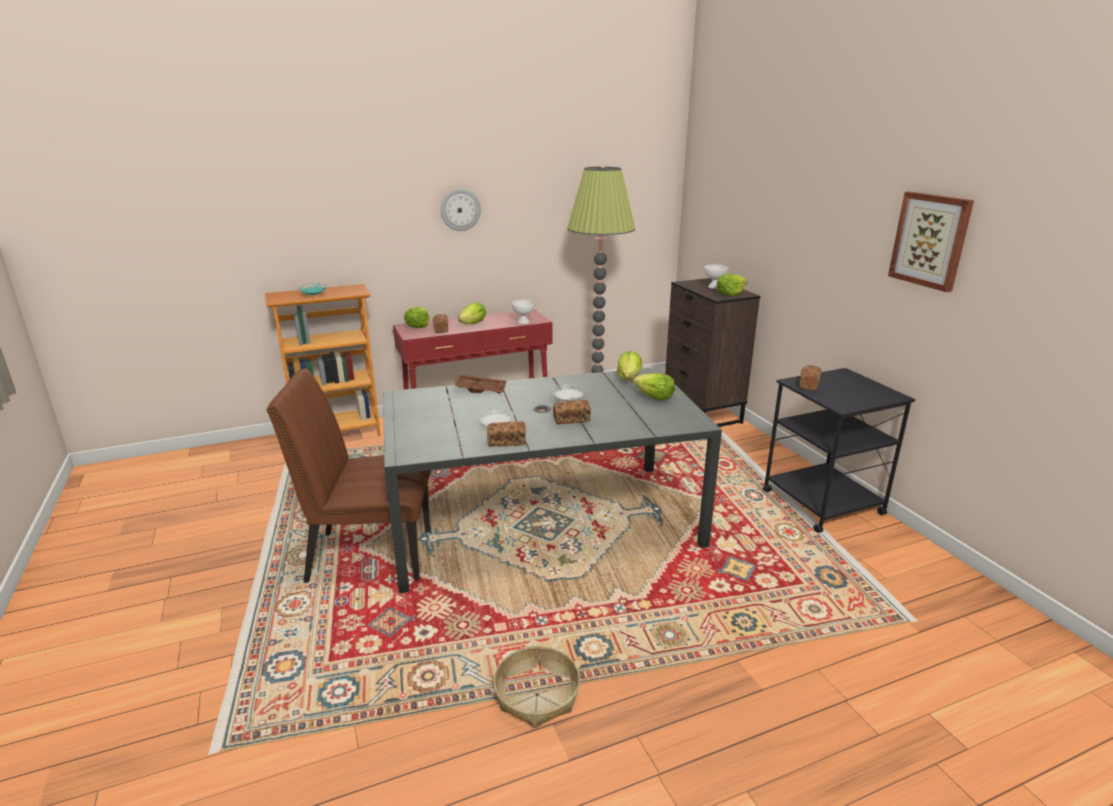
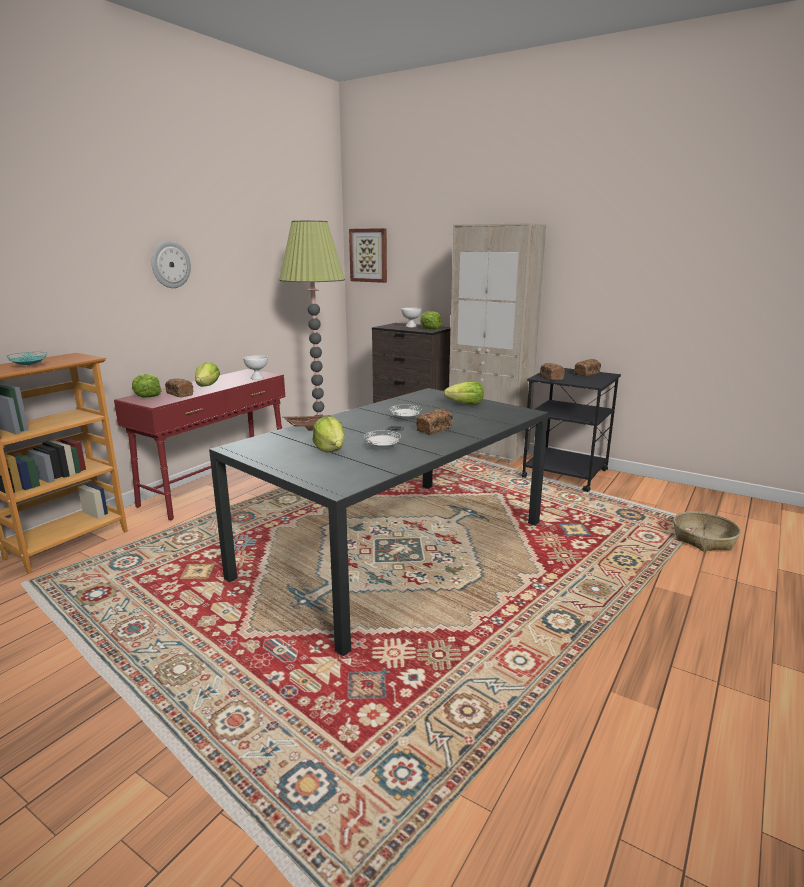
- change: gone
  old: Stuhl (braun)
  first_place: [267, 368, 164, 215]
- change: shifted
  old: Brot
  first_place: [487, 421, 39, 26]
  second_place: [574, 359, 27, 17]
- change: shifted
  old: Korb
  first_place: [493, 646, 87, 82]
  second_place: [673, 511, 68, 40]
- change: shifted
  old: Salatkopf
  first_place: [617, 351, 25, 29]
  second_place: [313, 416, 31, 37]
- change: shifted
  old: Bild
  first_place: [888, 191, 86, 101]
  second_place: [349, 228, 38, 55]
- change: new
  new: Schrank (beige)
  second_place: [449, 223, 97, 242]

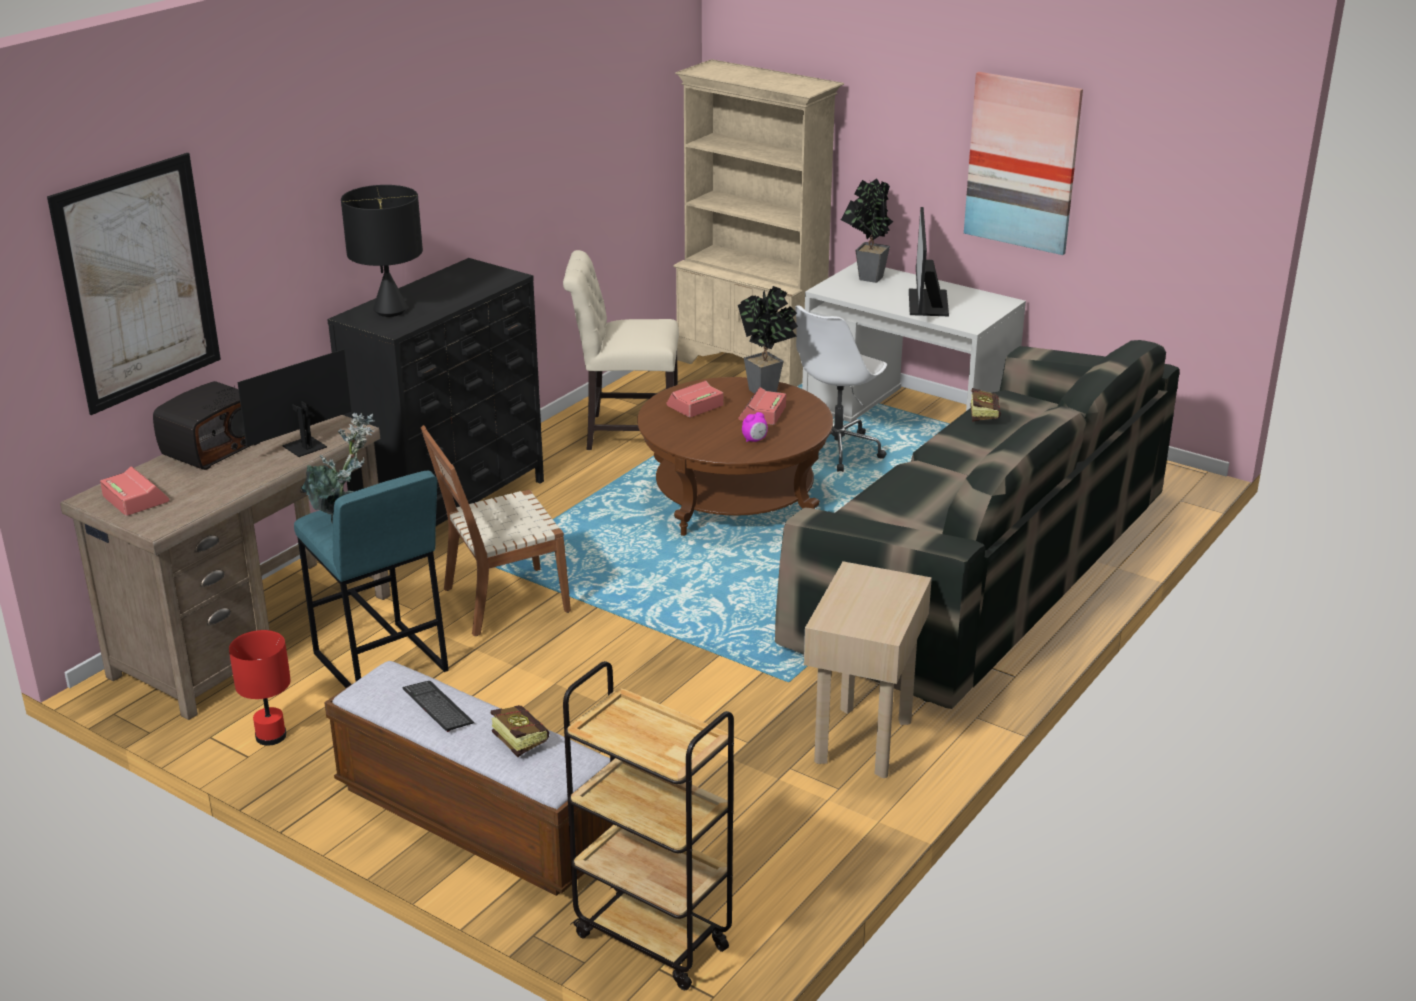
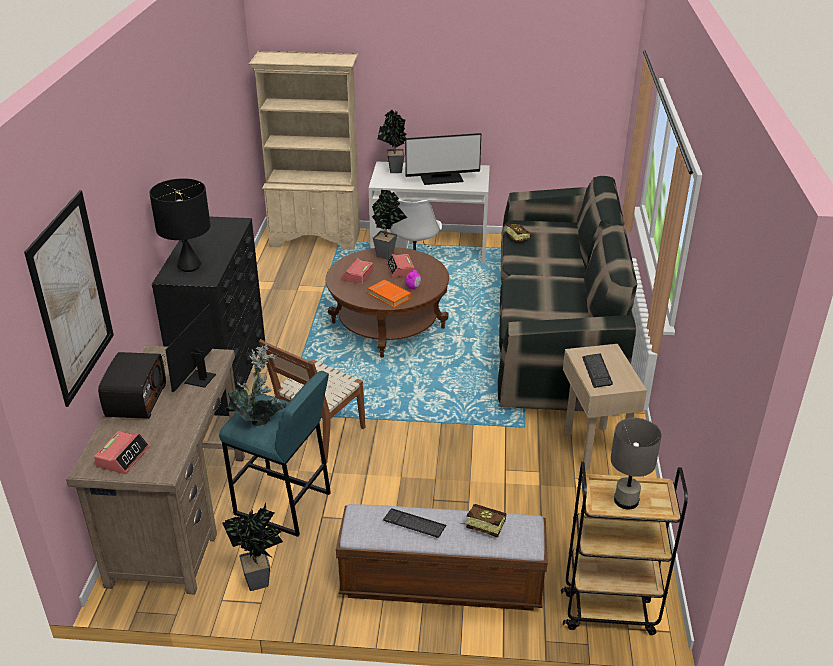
- change: rotated
  old: Wecker
  first_place: [100, 466, 70, 50]
  second_place: [94, 431, 56, 43]
  degrees: 90
- change: swapped
  old: Tischlampe (rot)
  new: Topfpflanze
  first_place: [229, 630, 61, 116]
  second_place: [222, 502, 61, 89]
- change: gone
  old: Stuhl (beige)
  first_place: [563, 250, 116, 200]
- change: rotated
  old: Monitor
  first_place: [909, 207, 40, 109]
  second_place: [405, 133, 76, 52]
  degrees: -75
- change: gone
  old: Bild
  first_place: [964, 72, 119, 183]
- change: new
  new: Buch (orange)
  second_place: [368, 280, 43, 28]
- change: new
  new: Tastatur
  second_place: [582, 353, 31, 35]
- change: new
  new: Tischlampe (grau)
  second_place: [611, 418, 50, 91]

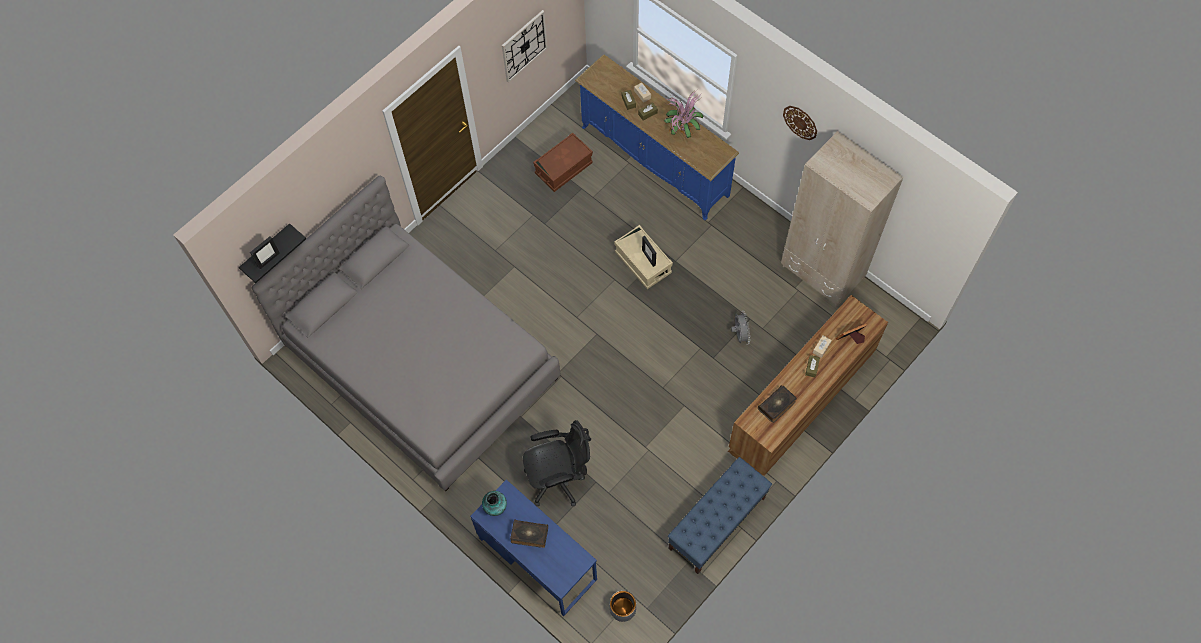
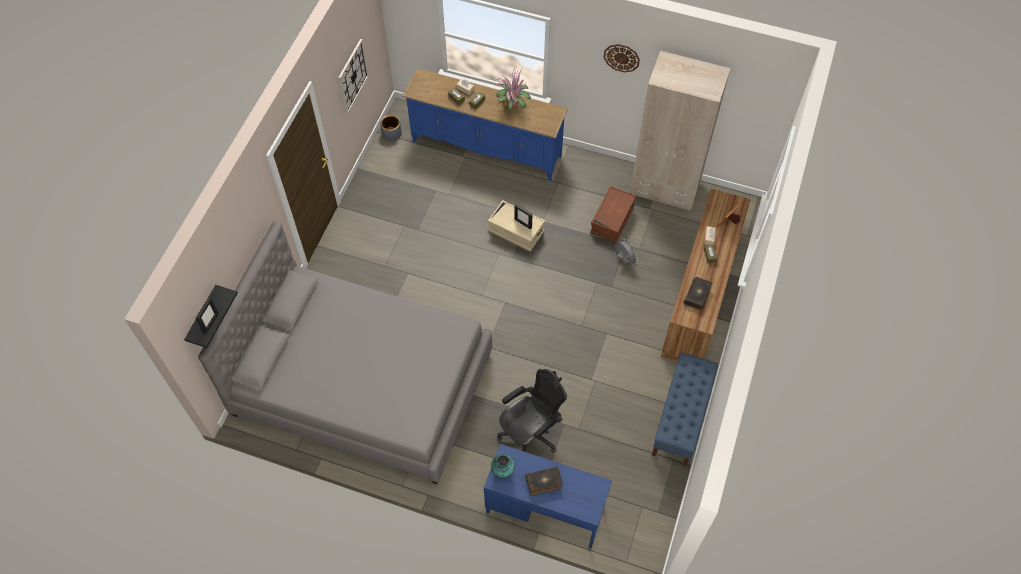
- change: shifted
  old: Aufbewahrungsbox (braun)
  first_place: [533, 132, 60, 60]
  second_place: [590, 186, 46, 57]
- change: shifted
  old: Pflanzkübel (grau)
  first_place: [610, 591, 26, 31]
  second_place: [380, 115, 22, 26]

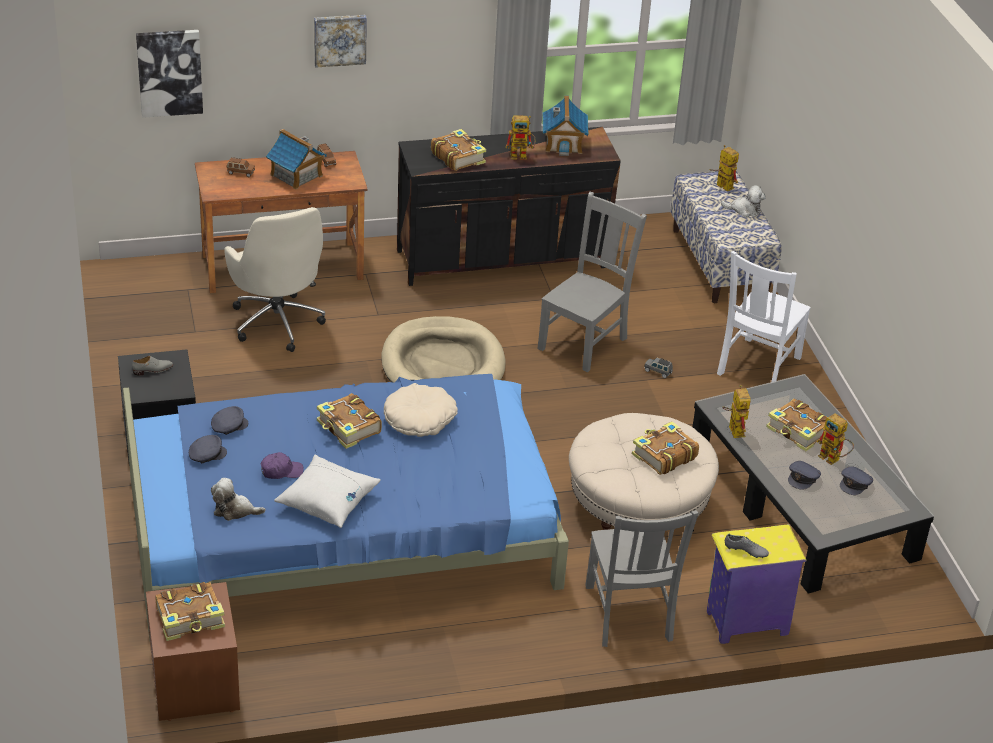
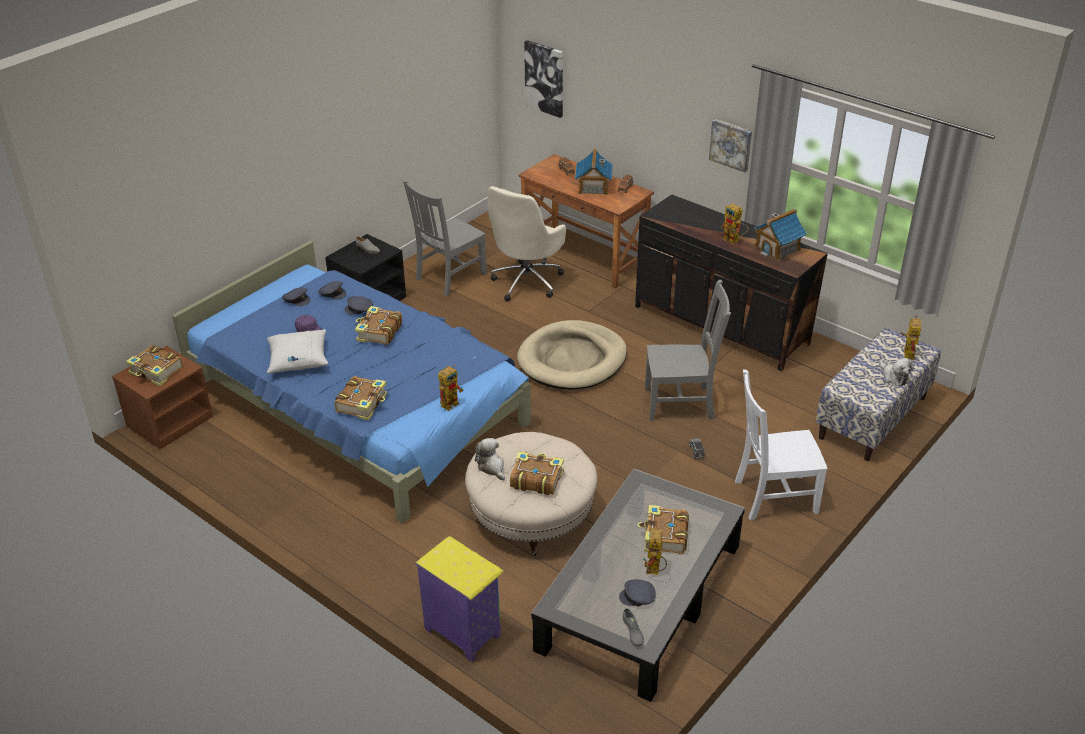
- change: shifted
  old: Plüschtier
  first_place: [211, 478, 55, 43]
  second_place: [475, 438, 30, 43]
- change: shifted
  old: Bild
  first_place: [314, 15, 53, 52]
  second_place: [709, 119, 43, 53]
- change: gone
  old: Kissen (beige)
  first_place: [384, 383, 74, 54]
- change: shifted
  old: Buch
  first_place: [431, 129, 55, 42]
  second_place: [335, 376, 52, 44]
- change: shifted
  old: Stuhl (grau)
  first_place: [585, 510, 114, 137]
  second_place: [403, 180, 84, 116]
- change: shifted
  old: Spielzeugroboter
  first_place: [722, 385, 29, 53]
  second_place: [438, 365, 26, 46]
- change: shifted
  old: Schuh (grau)
  first_place: [725, 534, 44, 24]
  second_place: [623, 608, 21, 38]
- change: shifted
  old: Kappe (grau)
  first_place: [788, 461, 33, 29]
  second_place: [344, 296, 29, 18]

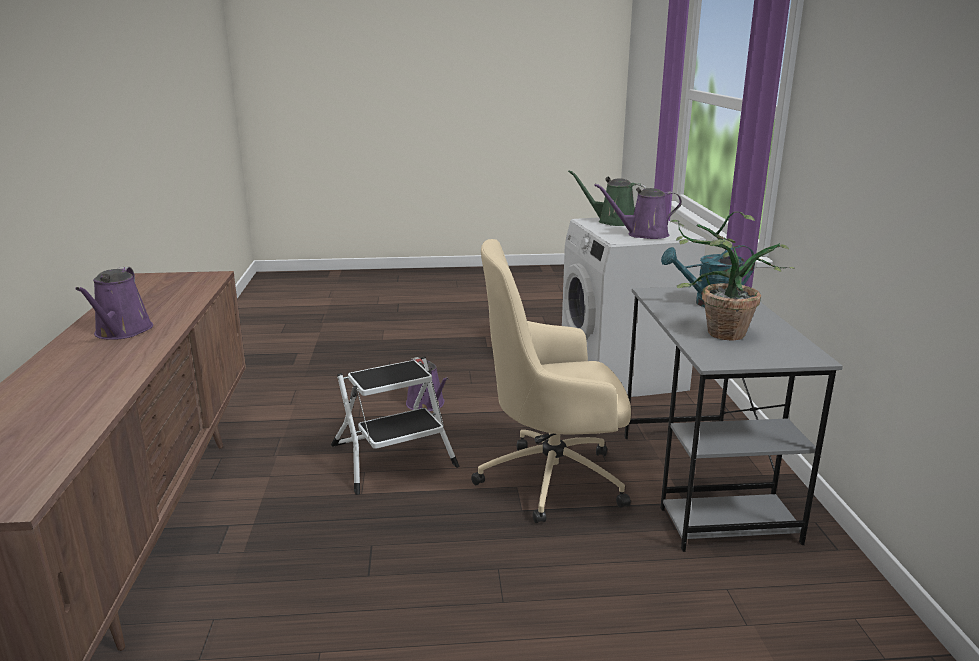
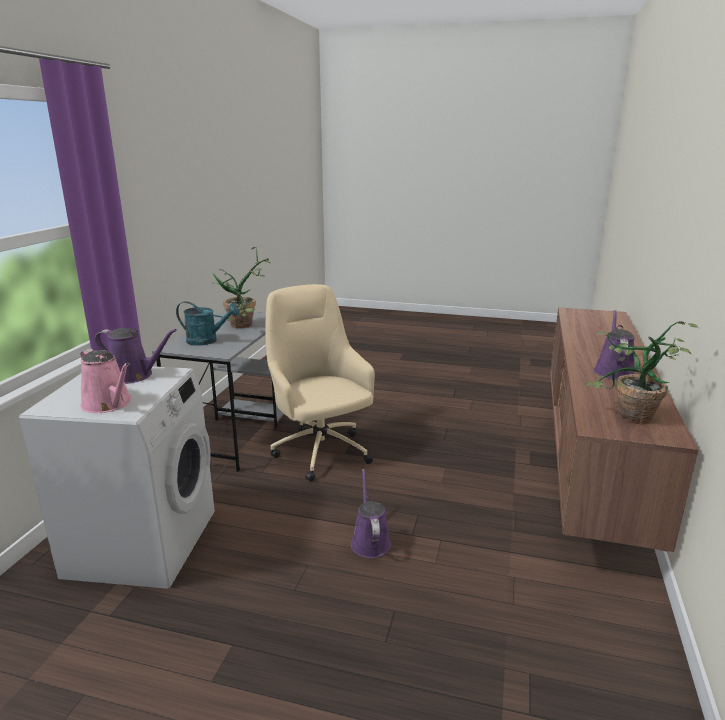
- change: gone
  old: Trittleiter
  first_place: [331, 357, 128, 138]
- change: rotated
  old: Bürostuhl (beige)
  first_place: [471, 239, 160, 284]
  second_place: [265, 284, 110, 198]
  degrees: -135
- change: repainted
  old: Gießkanne (grün)
  new: Gießkanne (rosa)
  first_place: [568, 170, 79, 56]
  second_place: [80, 348, 51, 65]
- change: new
  new: Topfpflanze
  second_place: [584, 321, 115, 103]

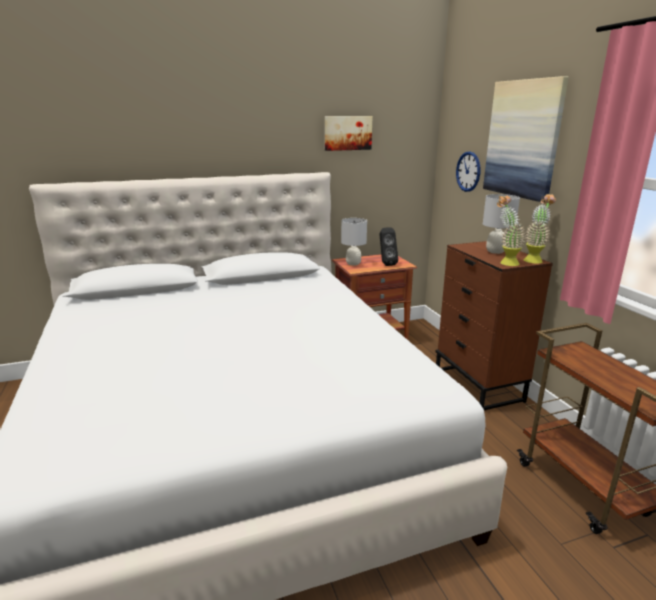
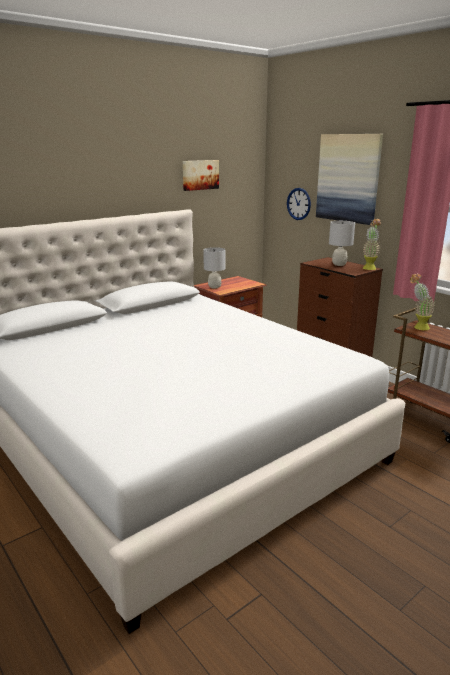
- change: gone
  old: Lautsprecher (schwarz)
  first_place: [380, 227, 18, 39]
- change: shifted
  old: Topfpflanze
  first_place: [497, 195, 28, 71]
  second_place: [410, 273, 24, 57]

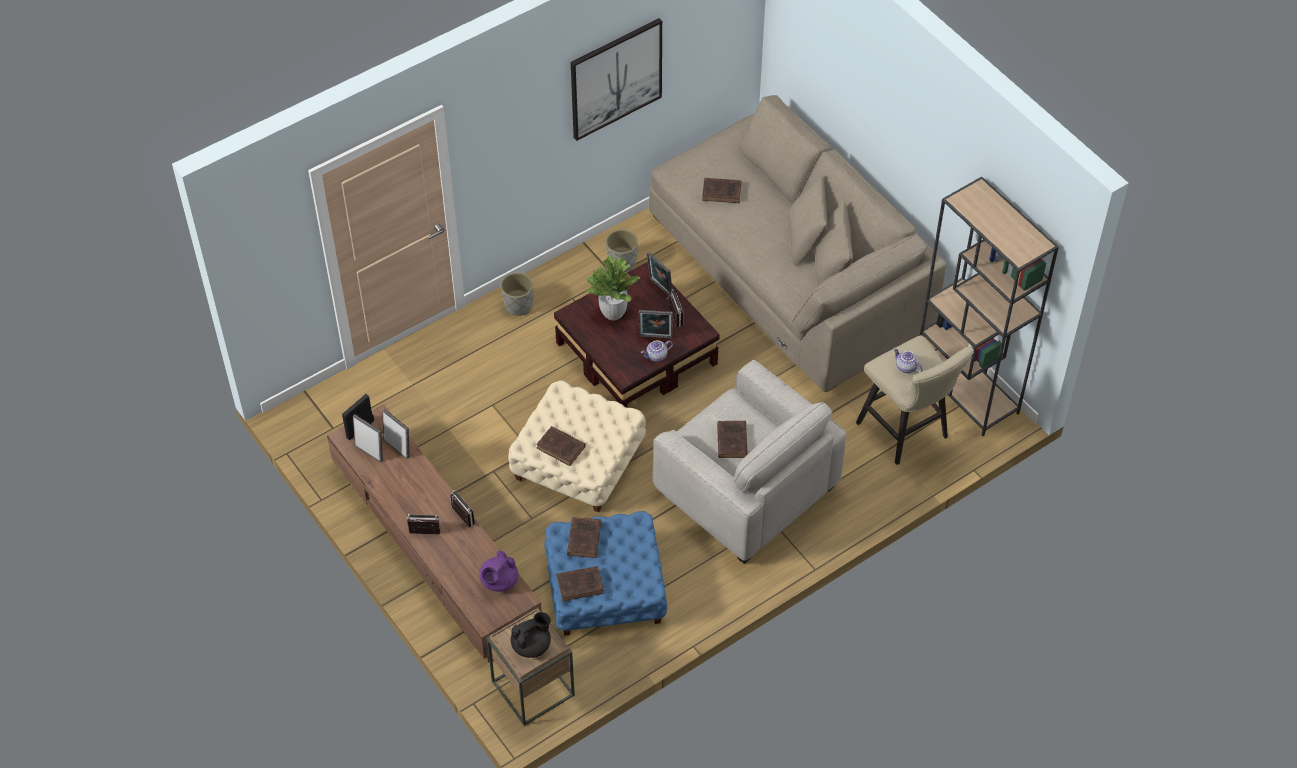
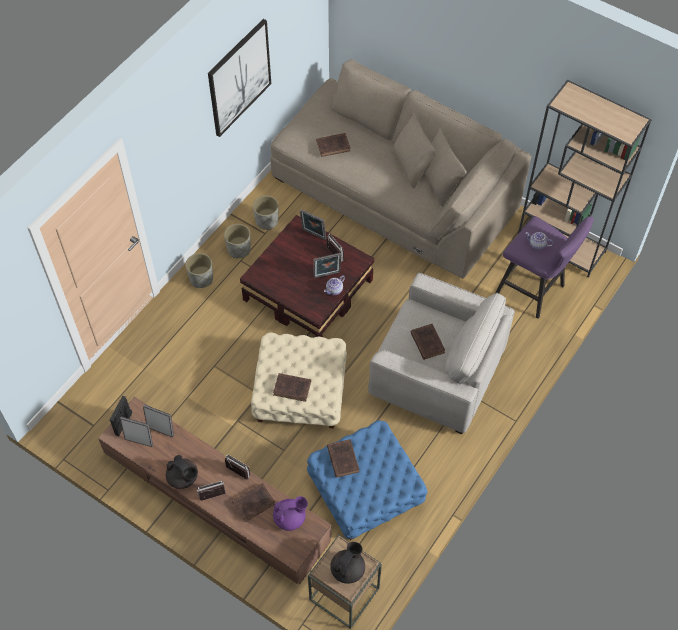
- change: rotated
  old: Teekanne (lila)
  first_place: [479, 551, 39, 41]
  second_place: [273, 496, 35, 35]
  degrees: -120
- change: shifted
  old: Buch (braun)
  first_place: [557, 566, 47, 35]
  second_place: [232, 483, 43, 39]
- change: gone
  old: Topfpflanze
  first_place: [585, 255, 54, 66]
- change: repainted
  old: Hocker (beige)
  new: Hocker (lila)
  first_place: [856, 335, 118, 130]
  second_place: [495, 216, 99, 103]
- change: new
  new: Teekanne (schwarz)
  second_place: [166, 455, 32, 34]
- change: new
  new: Pflanzkübel (grau)
  second_place: [224, 224, 27, 34]

